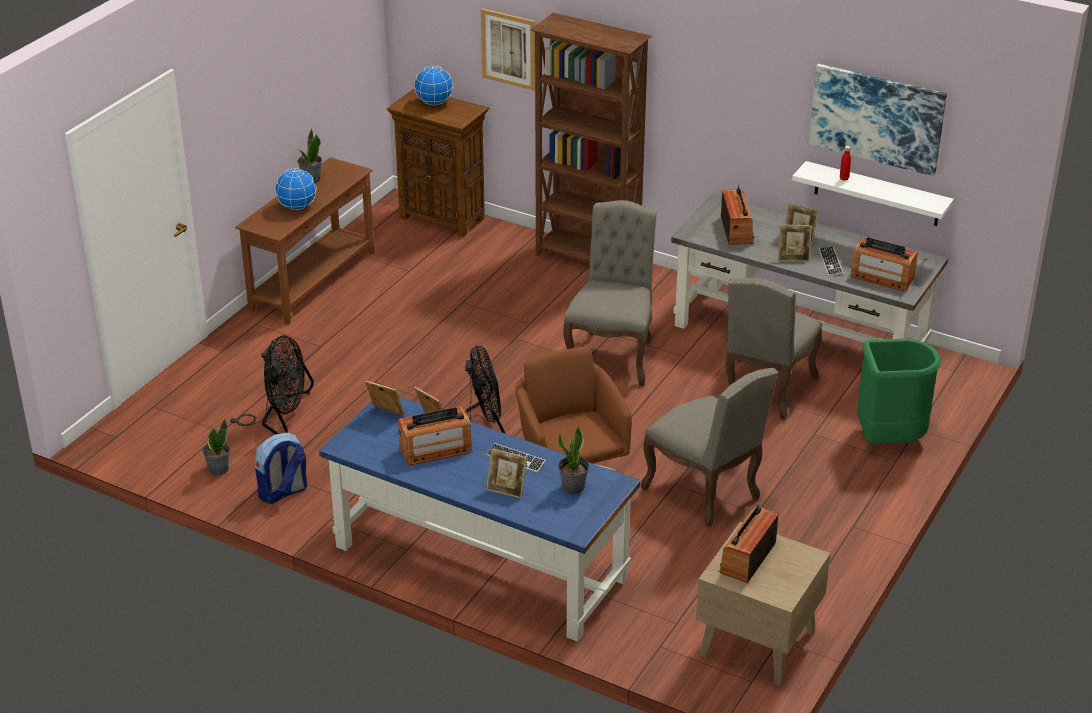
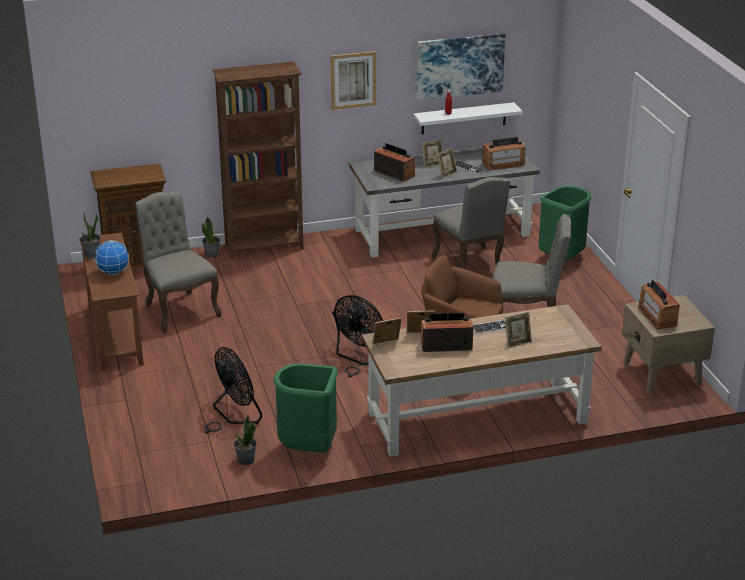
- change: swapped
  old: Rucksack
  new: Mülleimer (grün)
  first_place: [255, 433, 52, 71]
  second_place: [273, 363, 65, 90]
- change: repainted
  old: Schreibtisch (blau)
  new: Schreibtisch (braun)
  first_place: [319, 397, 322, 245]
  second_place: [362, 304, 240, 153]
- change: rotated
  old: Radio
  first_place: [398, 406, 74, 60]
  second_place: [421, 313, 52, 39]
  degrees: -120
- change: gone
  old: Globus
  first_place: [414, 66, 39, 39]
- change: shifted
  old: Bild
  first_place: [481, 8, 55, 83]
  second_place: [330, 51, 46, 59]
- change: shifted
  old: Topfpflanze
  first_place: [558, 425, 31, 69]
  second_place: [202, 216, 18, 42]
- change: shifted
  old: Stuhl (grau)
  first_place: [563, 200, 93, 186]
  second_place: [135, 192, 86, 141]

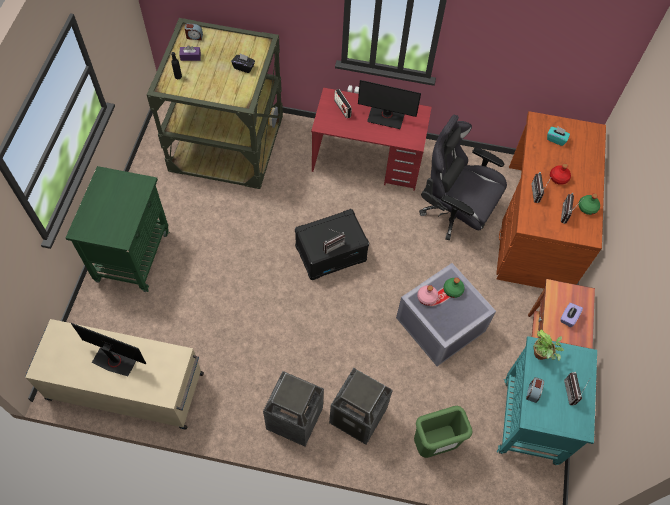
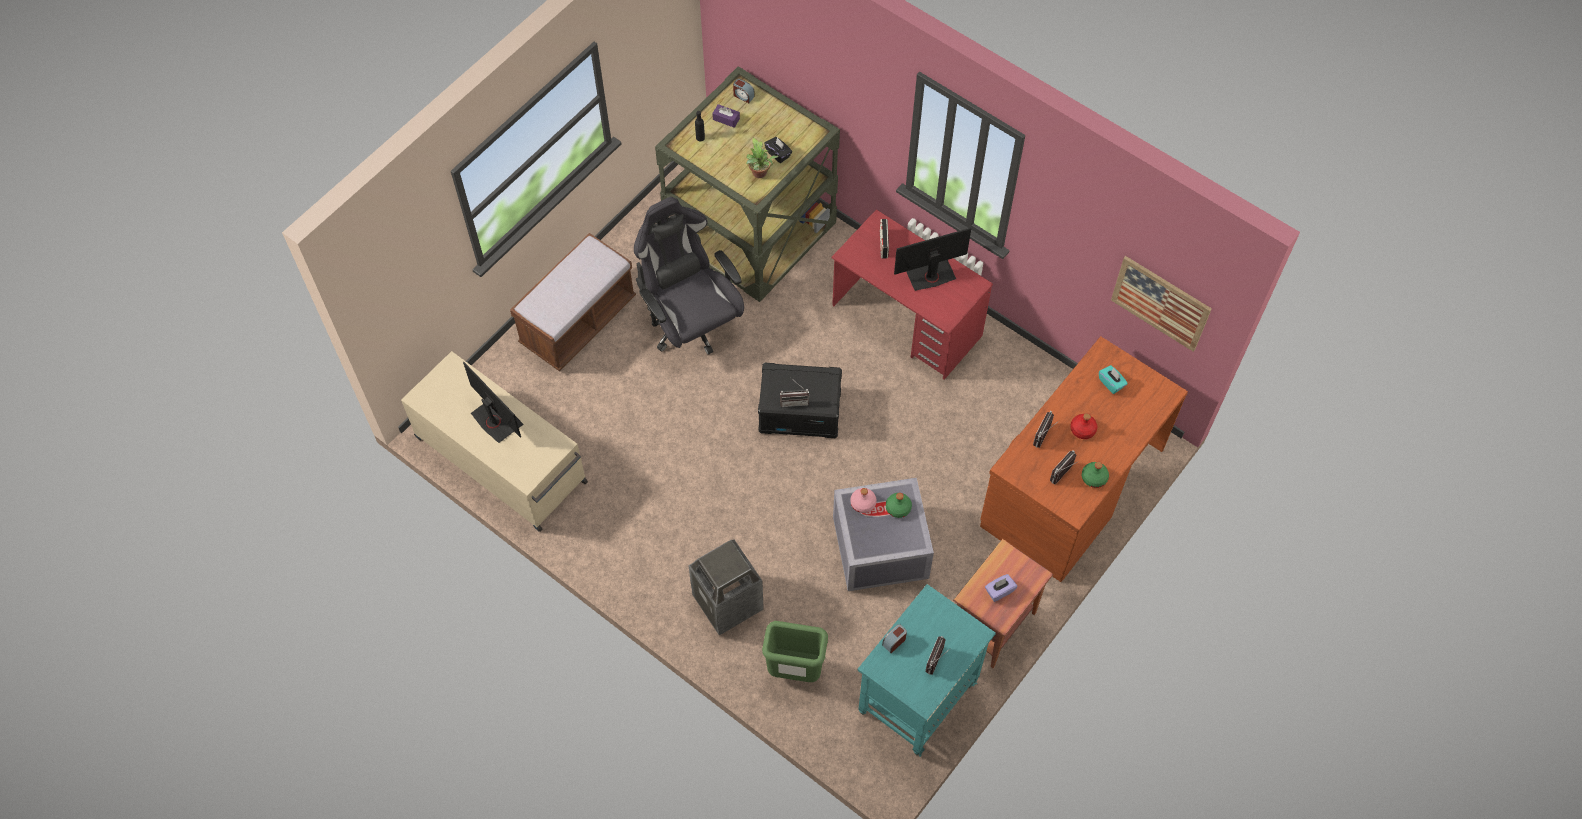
- change: swapped
  old: Rollwagen (grün)
  new: Bank (braun)
  first_place: [66, 166, 104, 126]
  second_place: [510, 233, 126, 138]
- change: gone
  old: Mülleimer
  first_place: [263, 371, 61, 75]
- change: rotated
  old: Monitor
  first_place: [358, 80, 63, 49]
  second_place: [894, 228, 77, 63]
  degrees: 120
- change: shifted
  old: Bürostuhl (schwarz)
  first_place: [419, 115, 88, 125]
  second_place: [634, 197, 110, 158]
- change: shifted
  old: Topfpflanze
  first_place: [533, 330, 31, 31]
  second_place: [746, 138, 33, 40]
- change: new
  new: Bild
  second_place: [1111, 256, 101, 96]

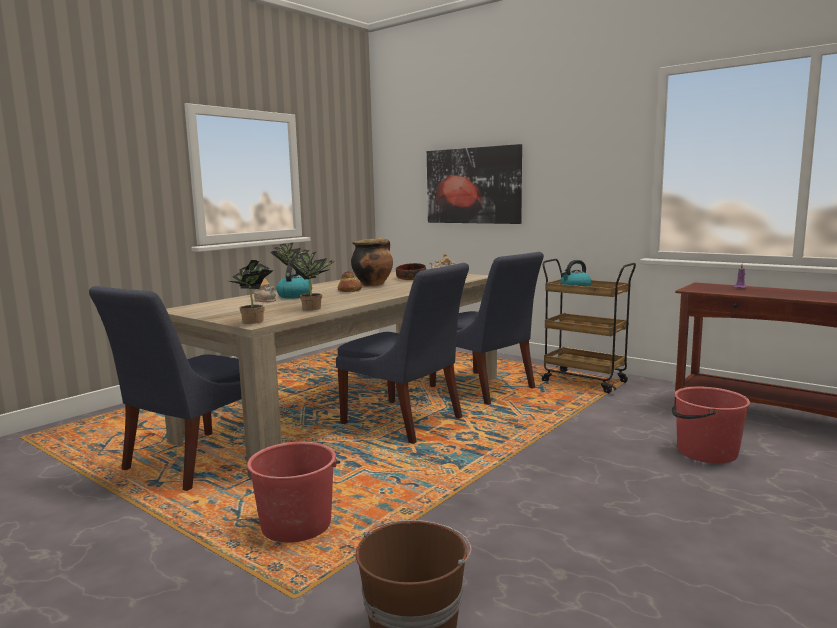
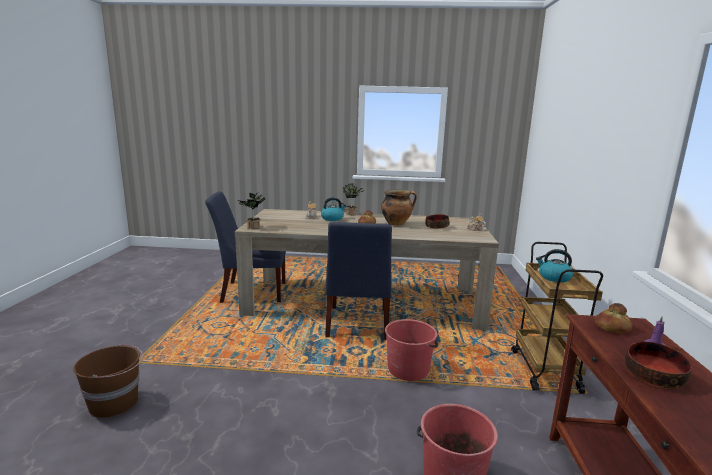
- change: shifted
  old: Eimer (rot)
  first_place: [246, 442, 94, 101]
  second_place: [385, 319, 53, 62]
- change: gone
  old: Topfpflanze
  first_place: [288, 251, 46, 59]
- change: gone
  old: Bild
  first_place: [427, 144, 95, 80]
- change: gone
  old: Stuhl (blau)
  first_place: [429, 252, 115, 153]
- change: new
  new: Brot
  second_place: [594, 303, 39, 30]
- change: new
  new: Schüssel
  second_place: [624, 342, 68, 47]

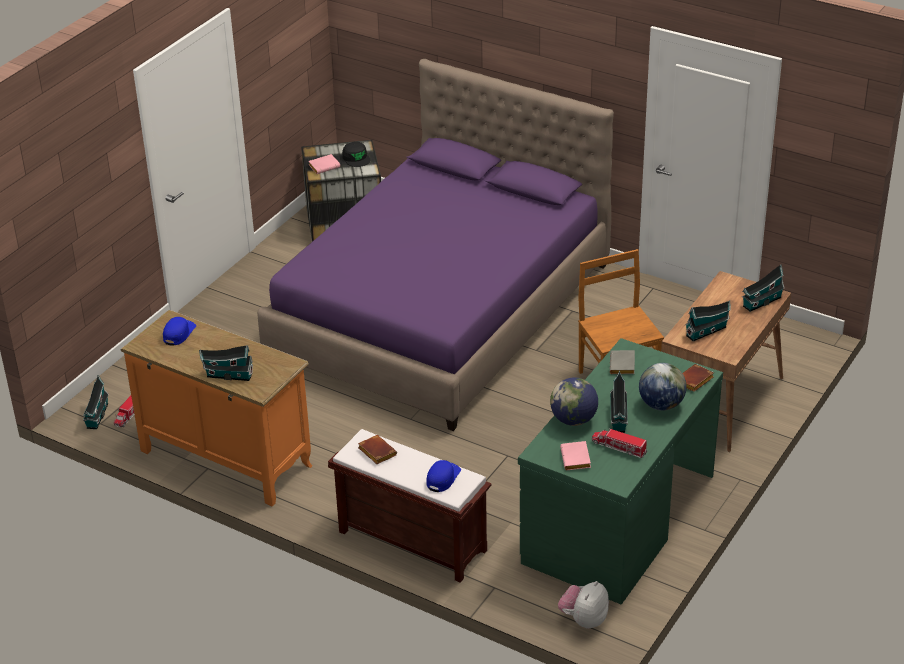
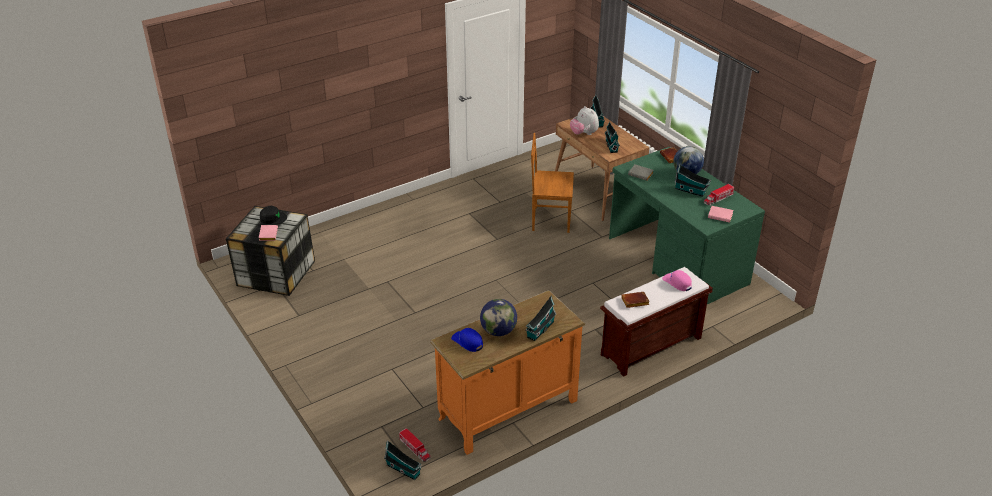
- change: gone
  old: Bett (lila)
  first_place: [257, 59, 357, 372]
- change: repainted
  old: Kappe (blau)
  new: Kappe (rosa)
  first_place: [426, 460, 35, 32]
  second_place: [662, 270, 30, 21]
- change: shifted
  old: Globus
  first_place: [550, 378, 48, 48]
  second_place: [480, 299, 37, 37]
- change: shifted
  old: Plüschtier
  first_place: [558, 581, 51, 48]
  second_place: [570, 106, 29, 29]

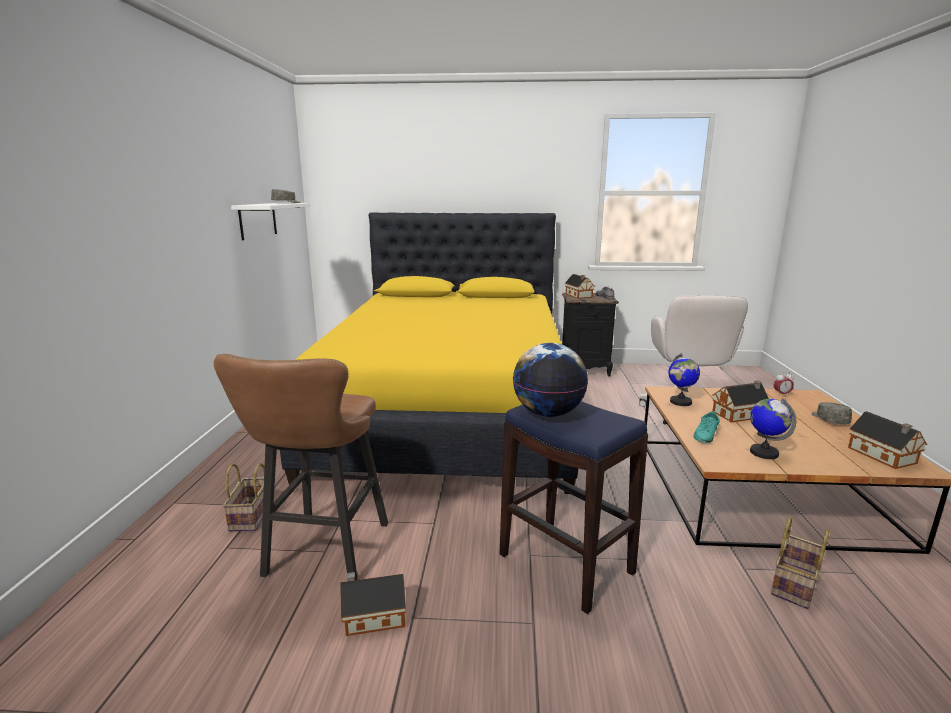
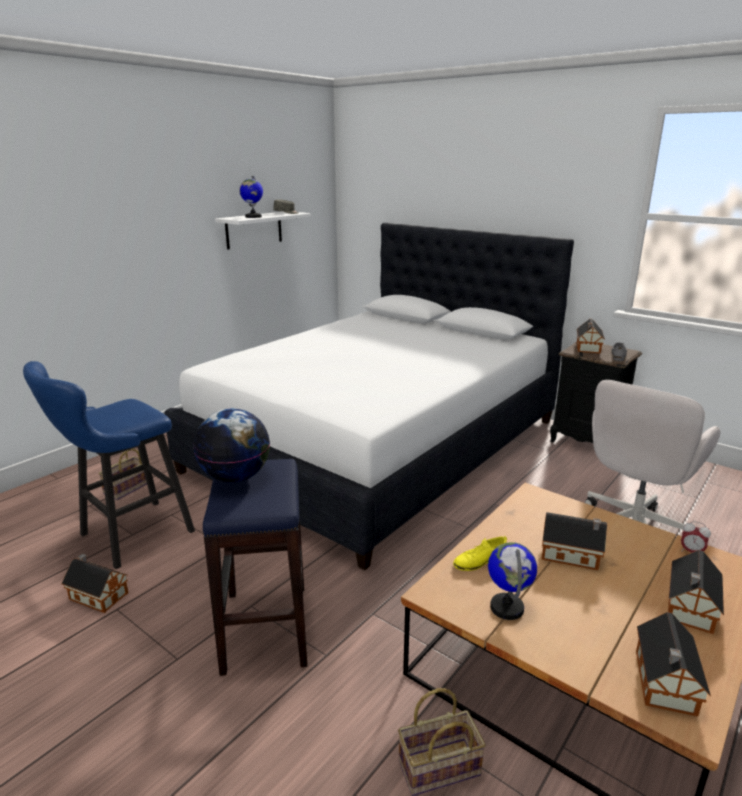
- change: repainted
  old: Hocker (braun)
  new: Hocker (blau)
  first_place: [214, 354, 174, 226]
  second_place: [23, 361, 172, 208]
- change: repainted
  old: Bett (gelb)
  new: Bett (weiß)
  first_place: [280, 212, 298, 282]
  second_place: [164, 223, 410, 347]
- change: shifted
  old: Globus
  first_place: [668, 353, 32, 53]
  second_place: [239, 176, 24, 42]
- change: repainted
  old: Schuh (türkis)
  new: Schuh (gelb)
  first_place: [694, 411, 26, 32]
  second_place: [453, 536, 54, 35]
- change: swapped
  old: Kappe (grau)
  new: Spielzeughaus
  first_place: [812, 402, 40, 23]
  second_place: [668, 550, 56, 84]

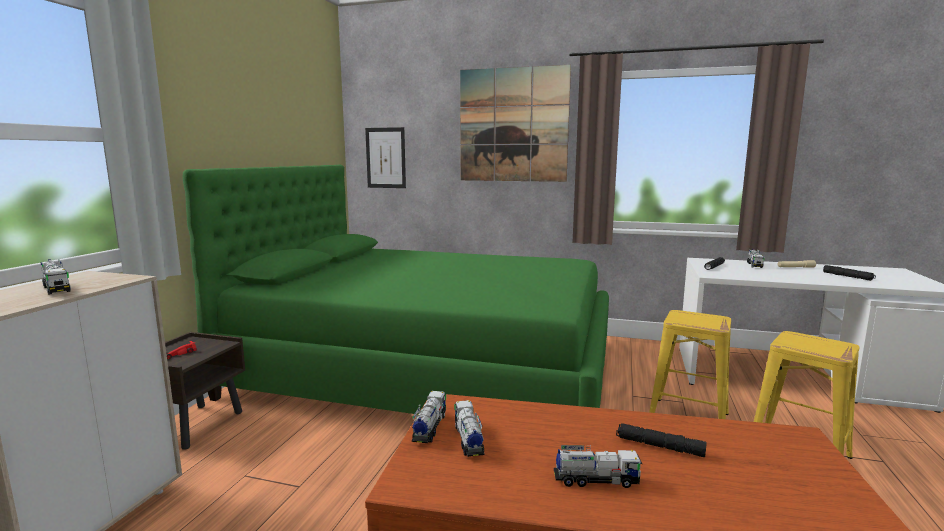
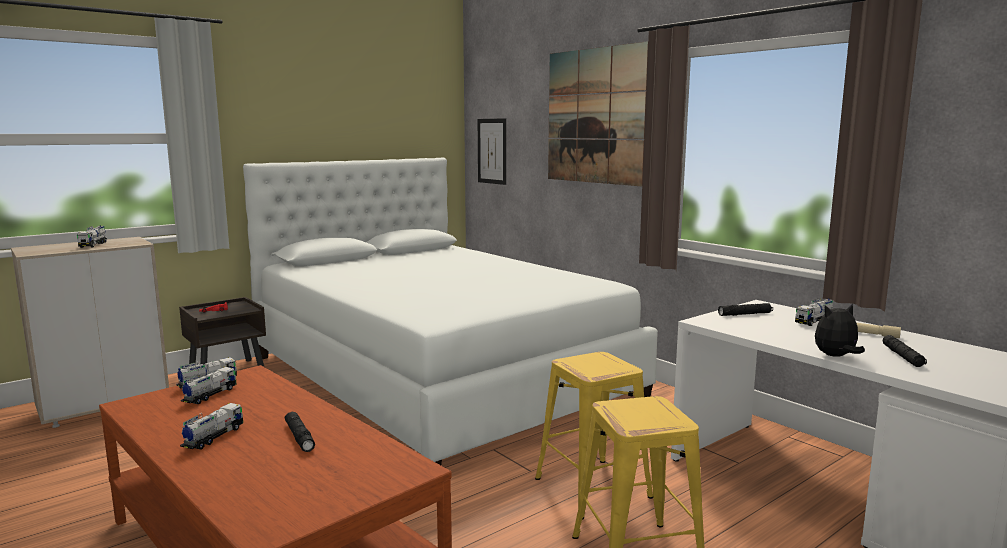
- change: repainted
  old: Bett (grün)
  new: Bett (weiß)
  first_place: [183, 165, 426, 250]
  second_place: [243, 158, 415, 307]
- change: rotated
  old: Spielzeuglaster
  first_place: [554, 445, 89, 43]
  second_place: [180, 403, 63, 47]
  degrees: -105
- change: new
  new: Plüschtier
  second_place: [815, 303, 50, 54]

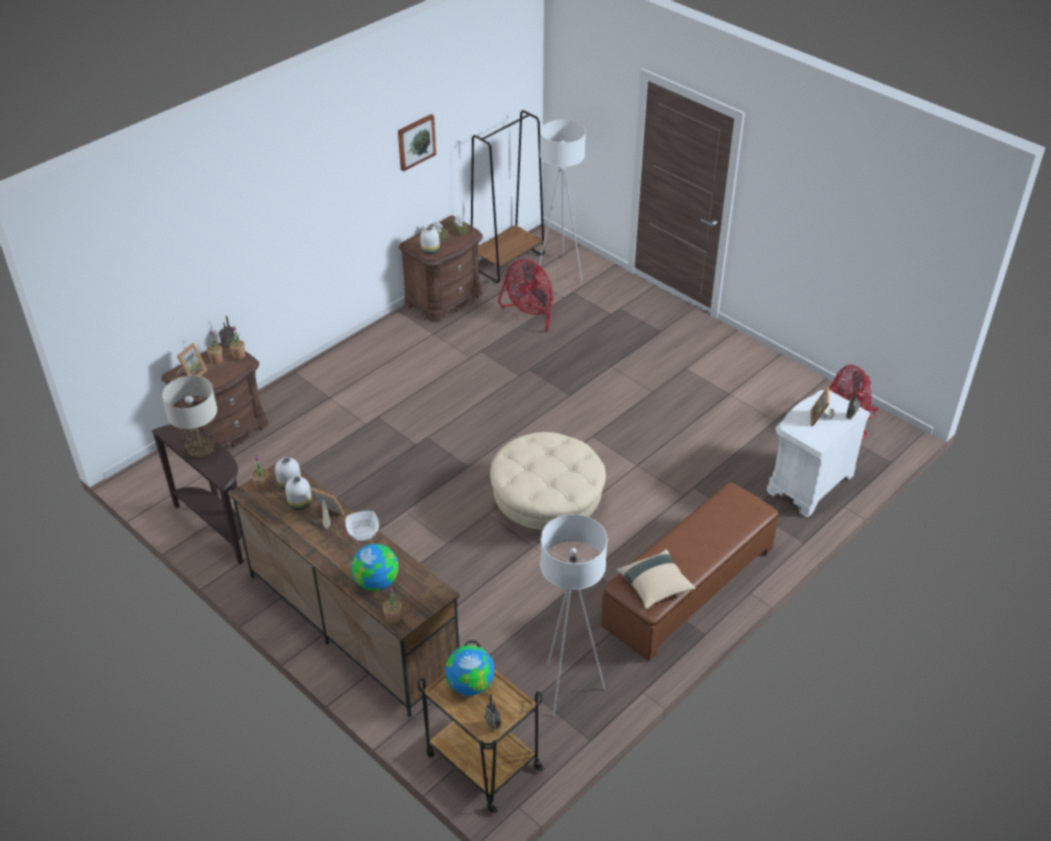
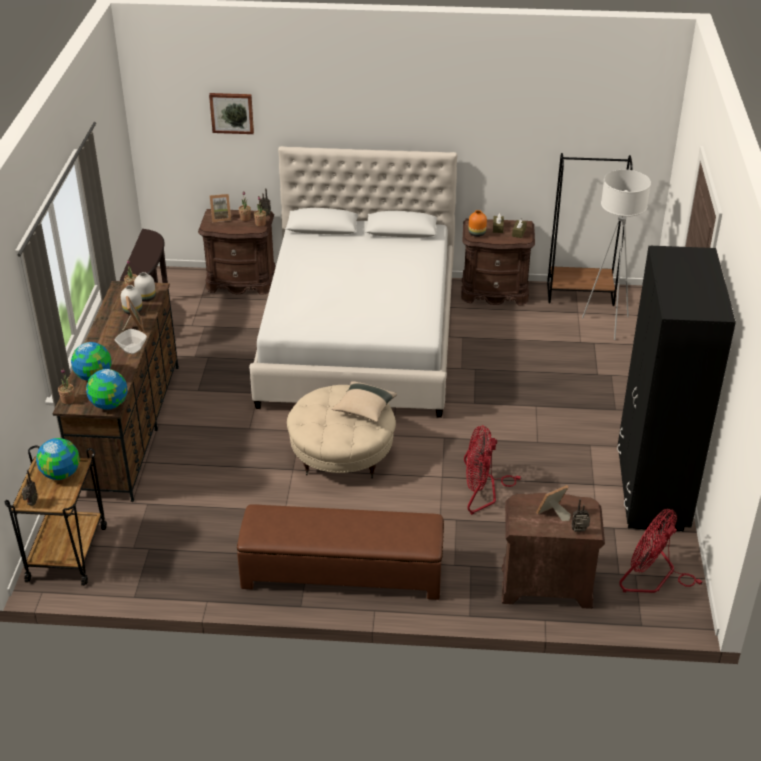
- change: gone
  old: Tischlampe
  first_place: [162, 376, 55, 84]
- change: shifted
  old: Bild
  first_place: [398, 114, 38, 57]
  second_place: [209, 93, 45, 41]
- change: repainted
  old: Vase (weiß)
  new: Vase (orange)
  first_place: [420, 226, 20, 28]
  second_place: [469, 210, 18, 27]
- change: shifted
  old: Ventilator (rot)
  first_place: [498, 259, 56, 73]
  second_place: [464, 425, 58, 90]
- change: gone
  old: Stehlampe (weiß)
  first_place: [540, 514, 68, 203]
- change: shifted
  old: Kissen (beige)
  first_place: [616, 549, 80, 60]
  second_place: [332, 381, 65, 41]
- change: repainted
  old: Nachttisch (weiß)
  new: Nachttisch (braun)
  first_place: [767, 390, 103, 128]
  second_place: [502, 493, 103, 116]
- change: new
  new: Globus
  second_place: [86, 369, 42, 41]
- change: new
  new: Bett (weiß)
  second_place: [249, 146, 208, 272]
- change: new
  new: Kleiderschrank (schwarz)
  second_place: [617, 246, 119, 285]

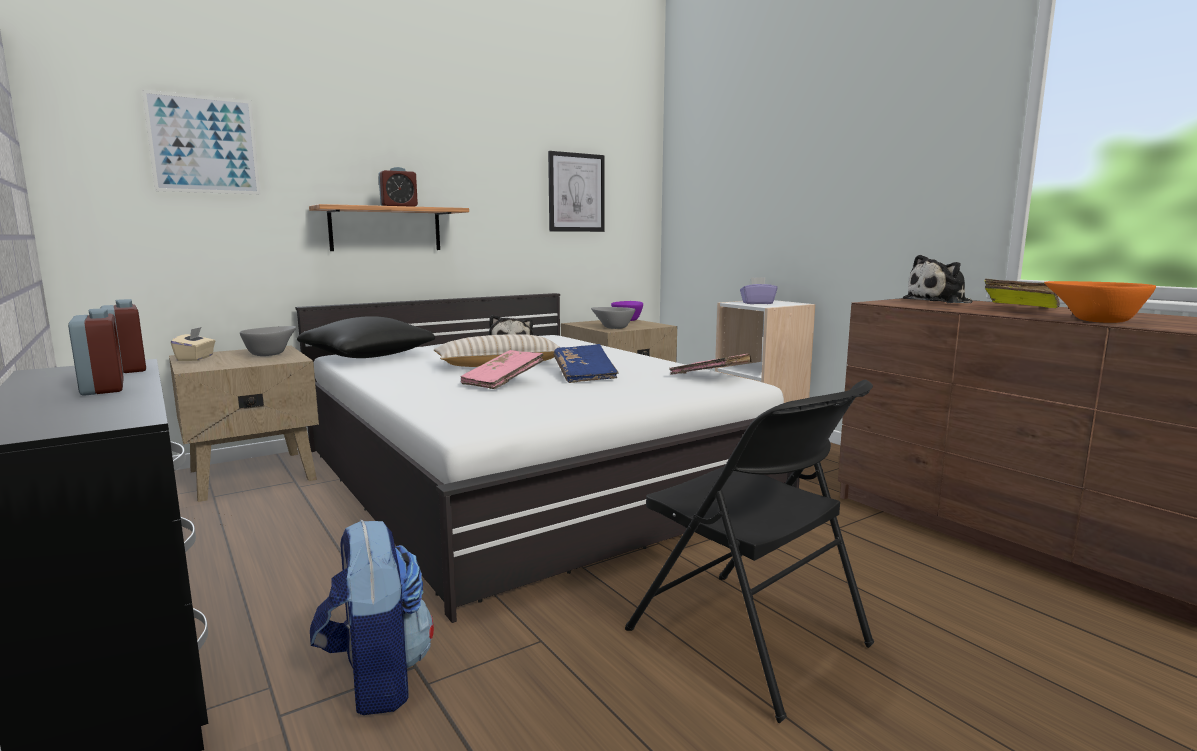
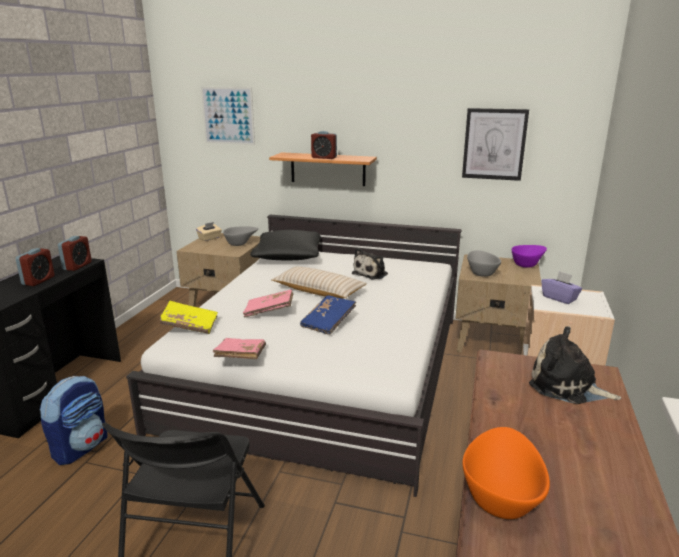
- change: shifted
  old: Buch (rosa)
  first_place: [670, 354, 82, 20]
  second_place: [213, 338, 53, 21]
- change: shifted
  old: Buch (gelb)
  first_place: [985, 279, 75, 29]
  second_place: [159, 301, 59, 33]

